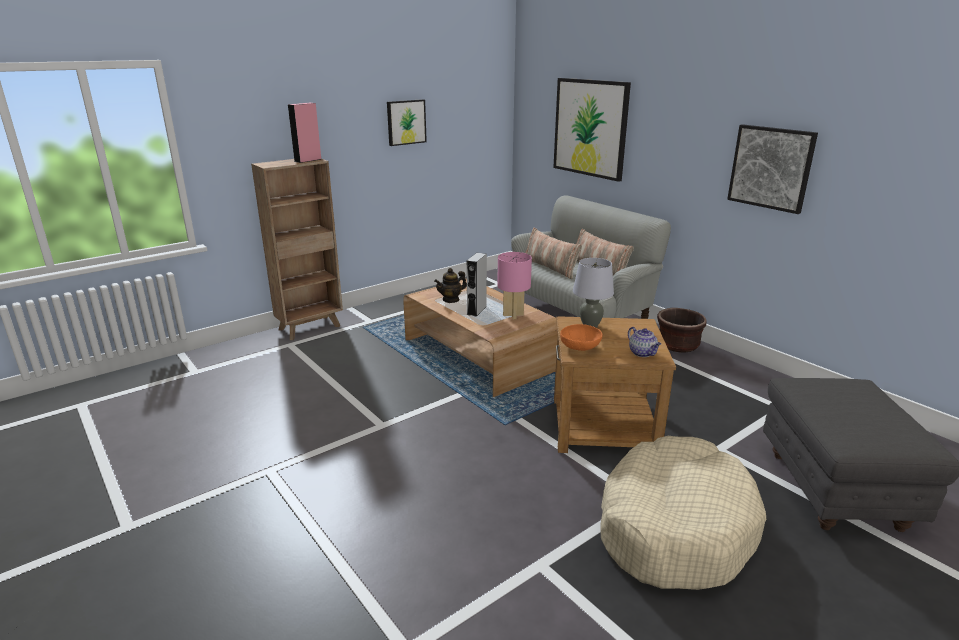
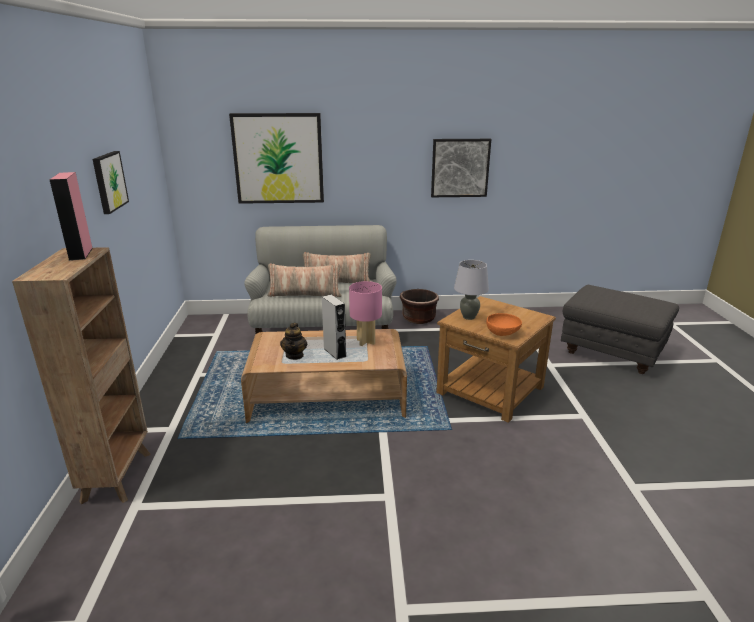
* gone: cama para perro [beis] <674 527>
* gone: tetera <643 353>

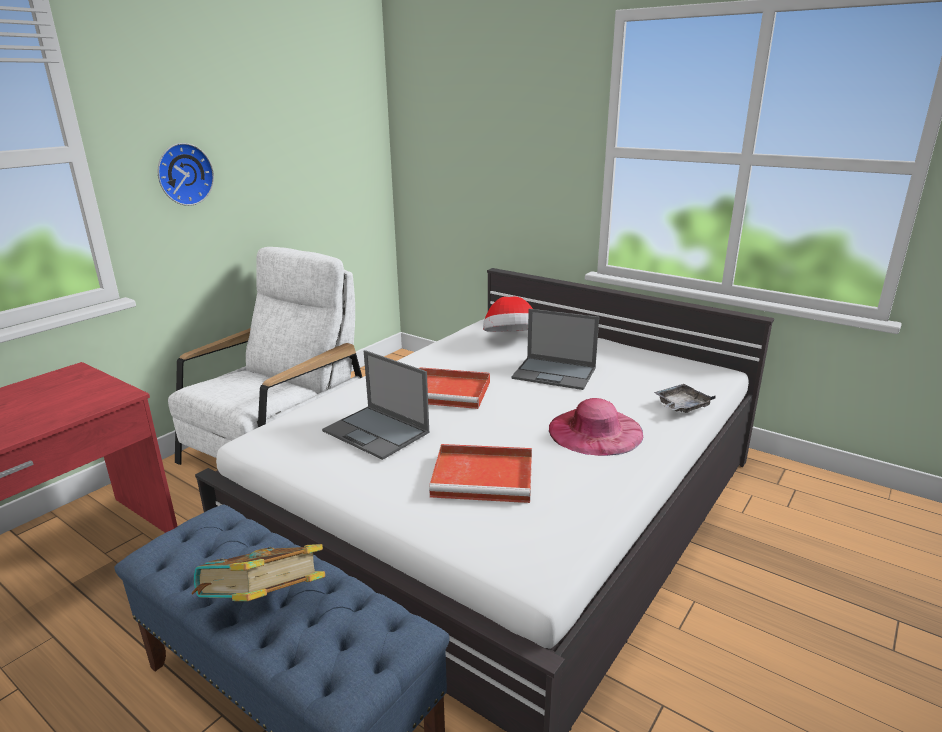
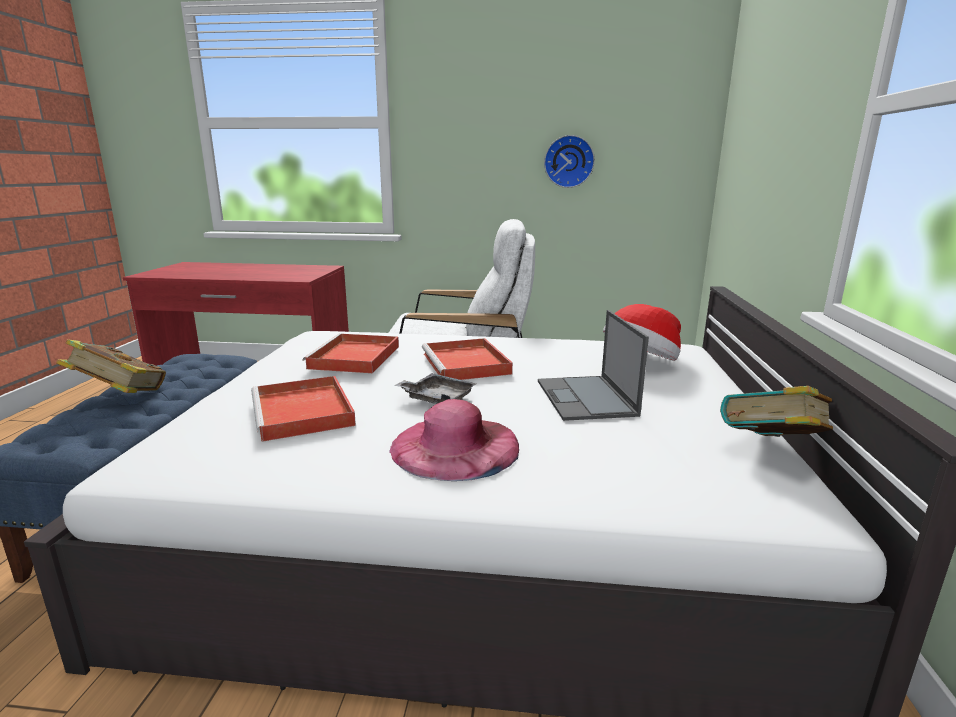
* shifted: reloj de pared <183 174> to <569 161>
* swapped: portátil <377 432> to bandeja [rojo] <354 358>
* shifted: bandeja [gris] <681 406> to <437 398>
* new: libro <777 453>

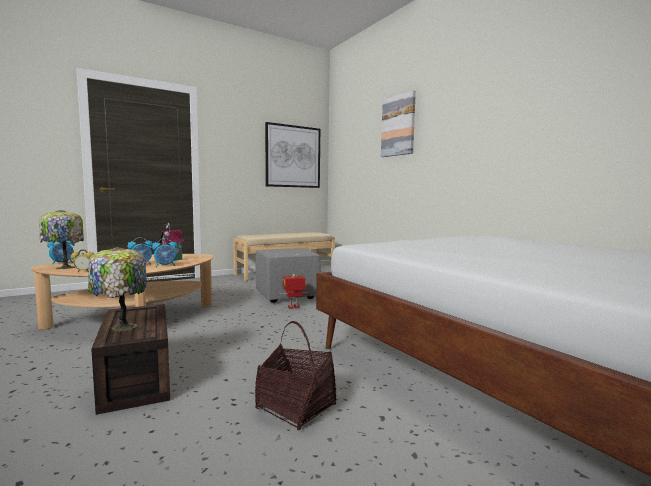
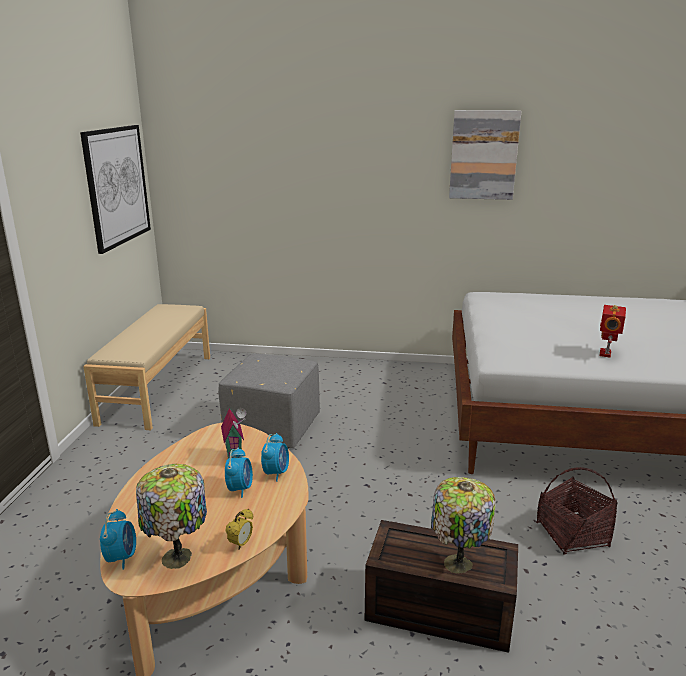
* shifted: robot de juguete <294 307> to <606 354>
* shifted: cuadro <398 125> to <483 155>

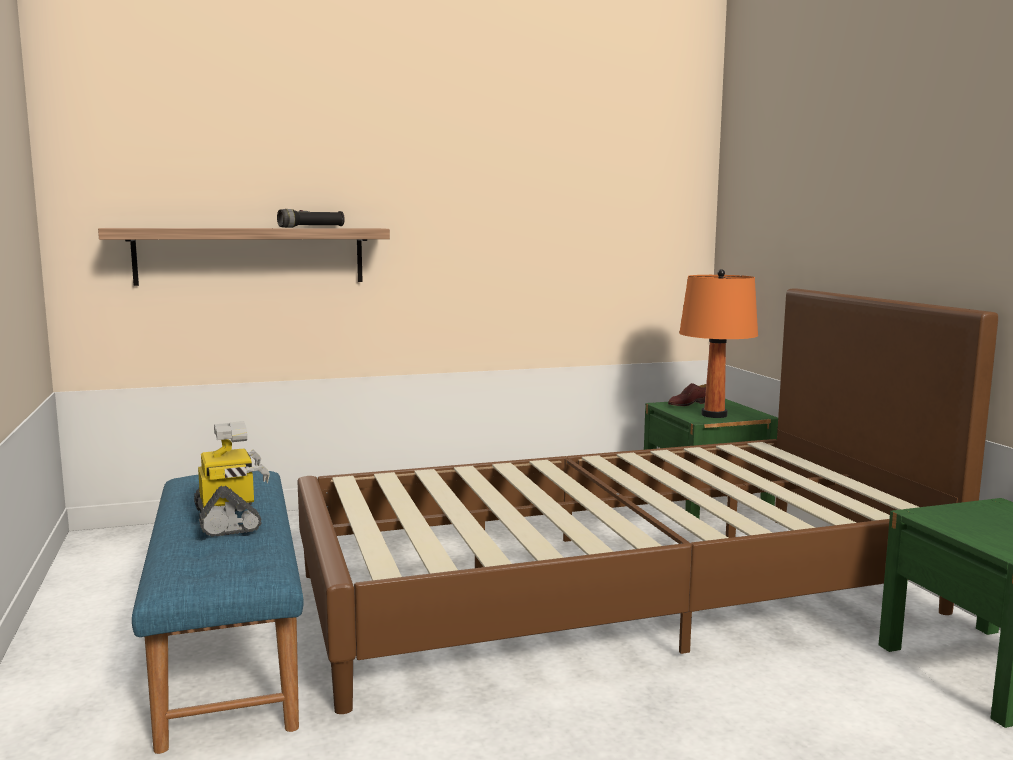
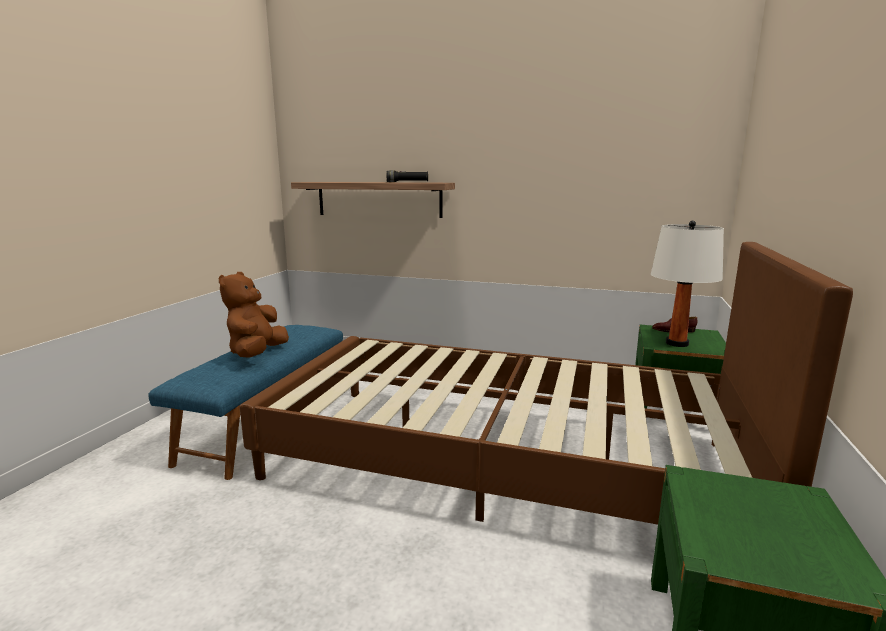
* swapped: robot de juguete <229 520> to peluche [marrón] <257 354>
* repainted: lámpara de mesa [naranja] <713 415> to lámpara de mesa [blanco] <676 343>

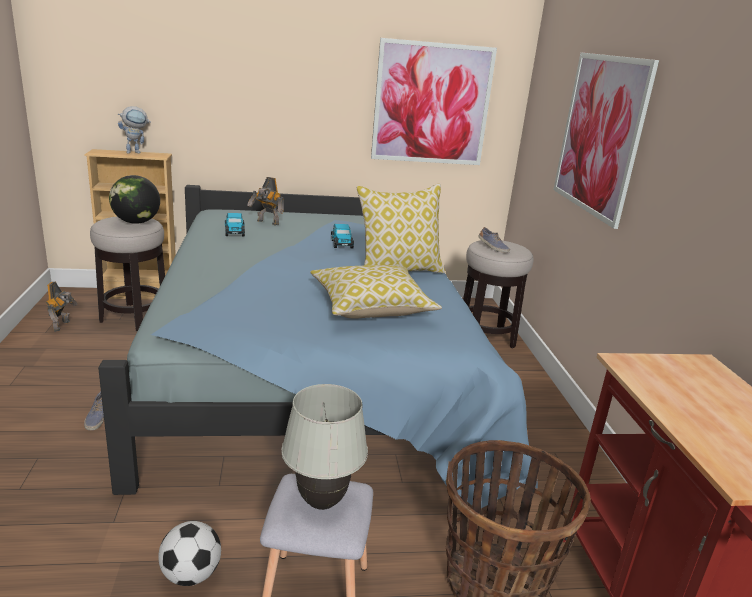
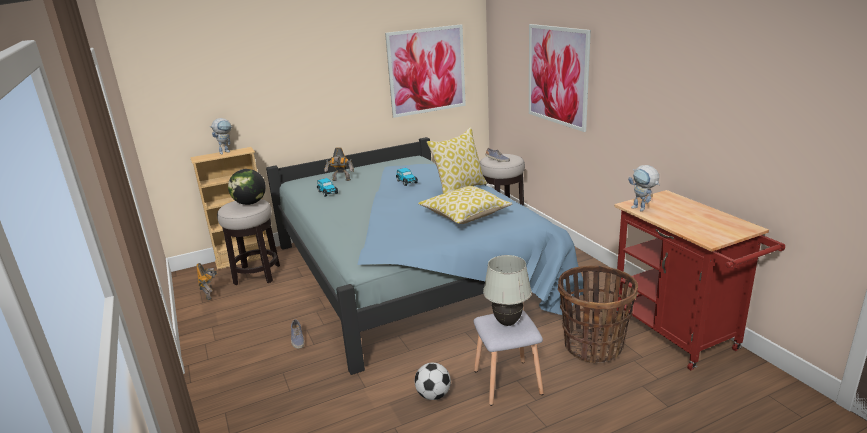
* new: robot de juguete <642 209>

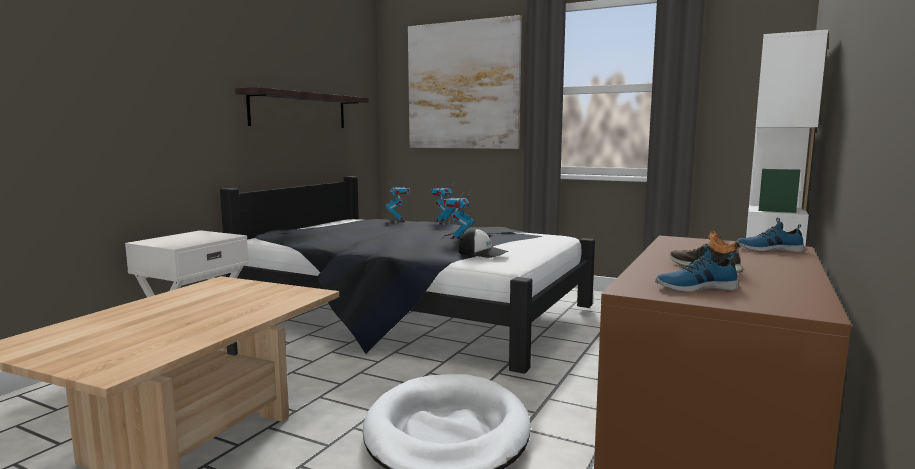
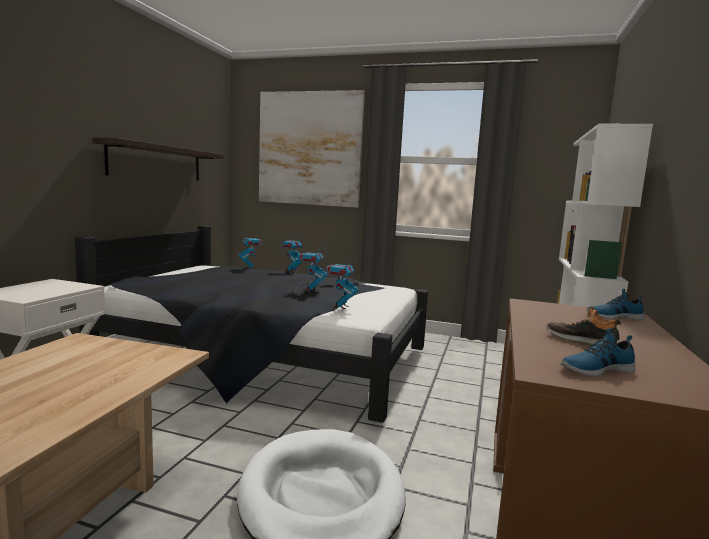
* swapped: gorra <483 253> to robot de juguete <340 307>

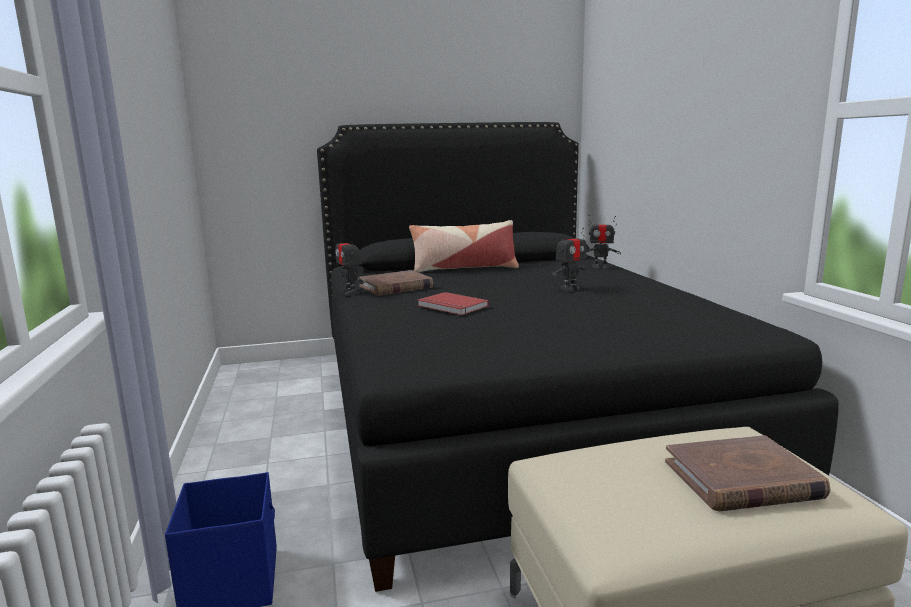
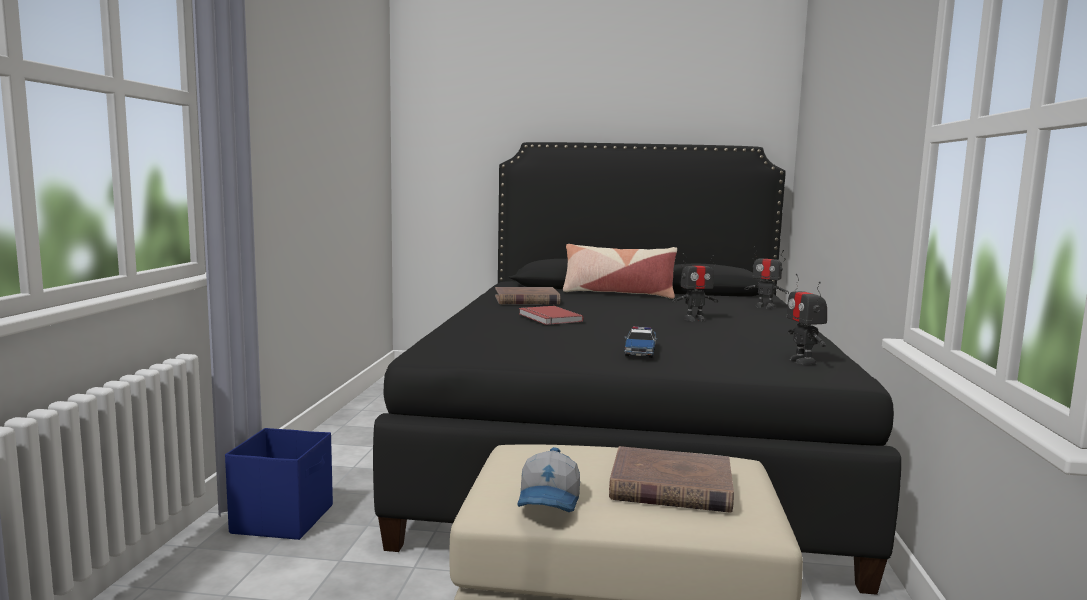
* shifted: robot de juguete <350 292> to <802 361>
* new: gorra <550 500>
* new: coche de juguete <640 351>

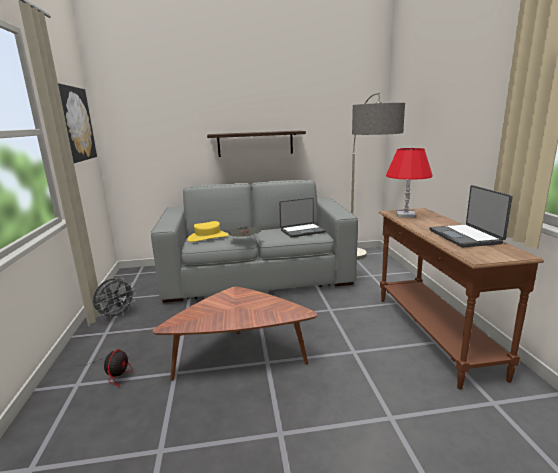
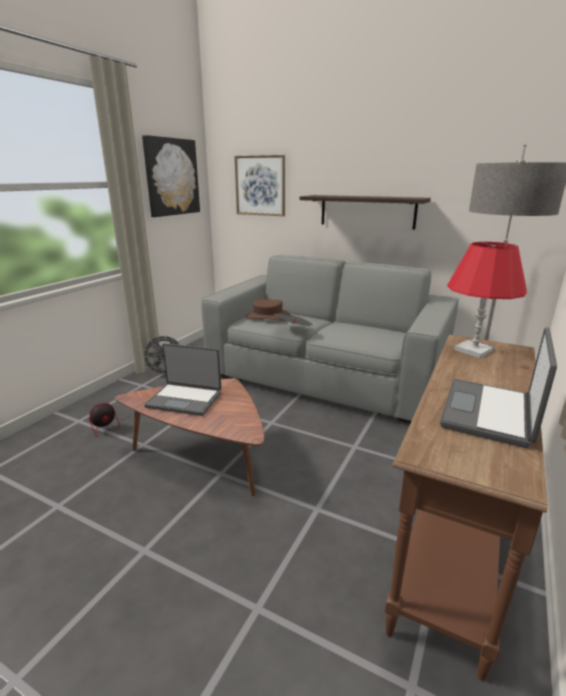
* repainted: sombrero [amarillo] <208 237> to sombrero [marrón] <268 317>
* shifted: portátil <302 231> to <185 399>
* new: cuadro <260 186>

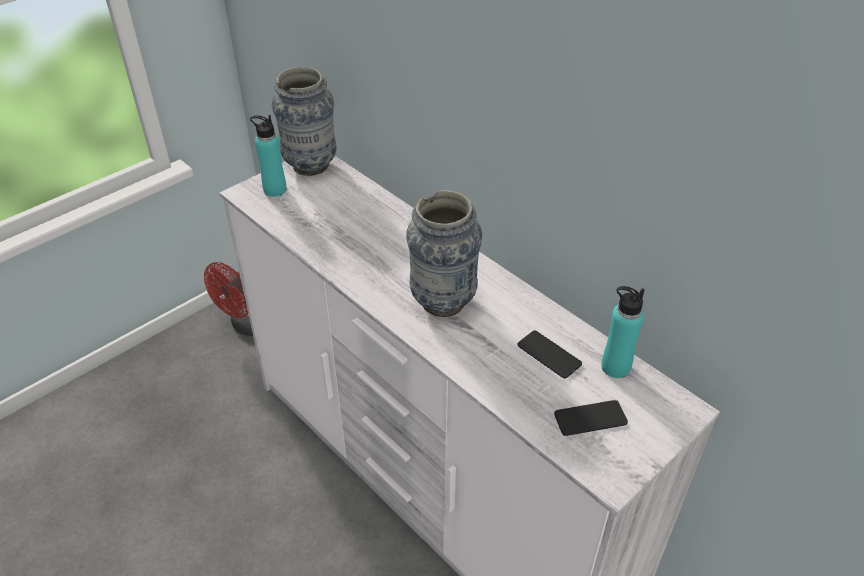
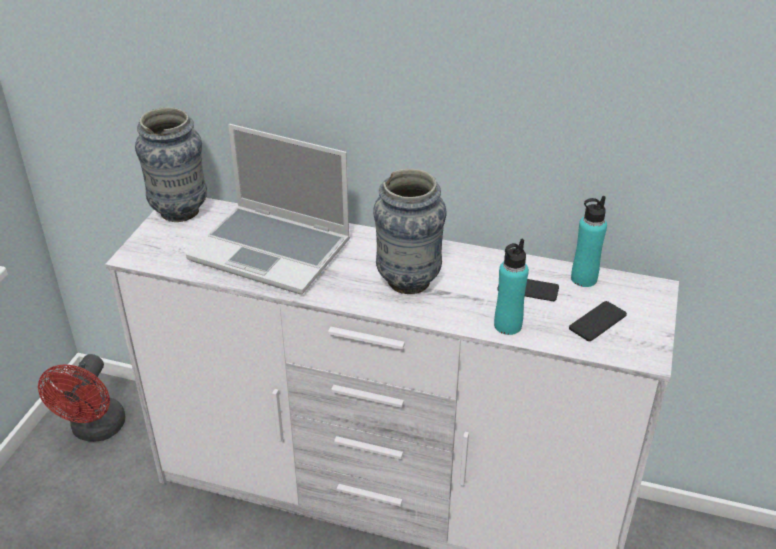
* shifted: botella [turquesa] <274 190> to <507 325>
* new: portátil <273 250>

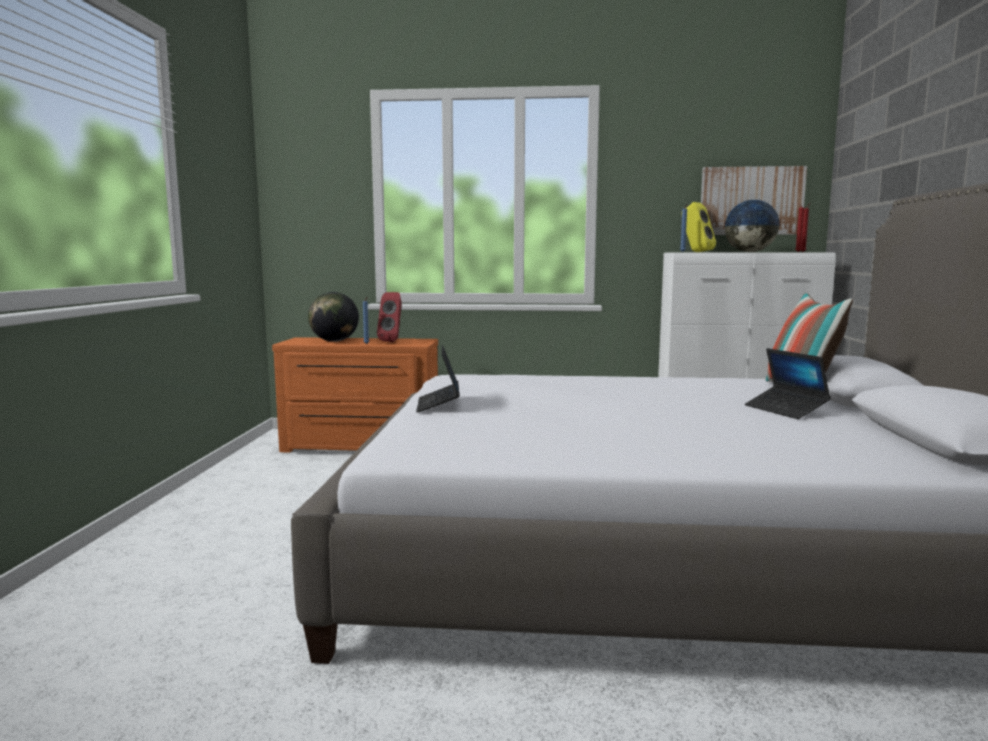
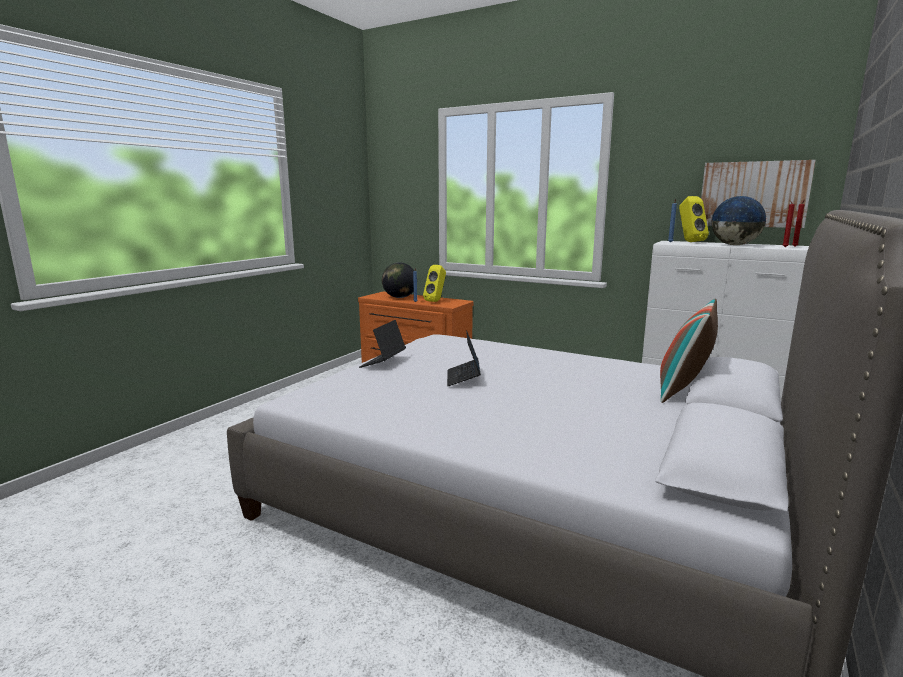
* repainted: altavoz [rojo] <392 341> to altavoz [amarillo] <436 301>
* shifted: portátil <785 410> to <463 378>

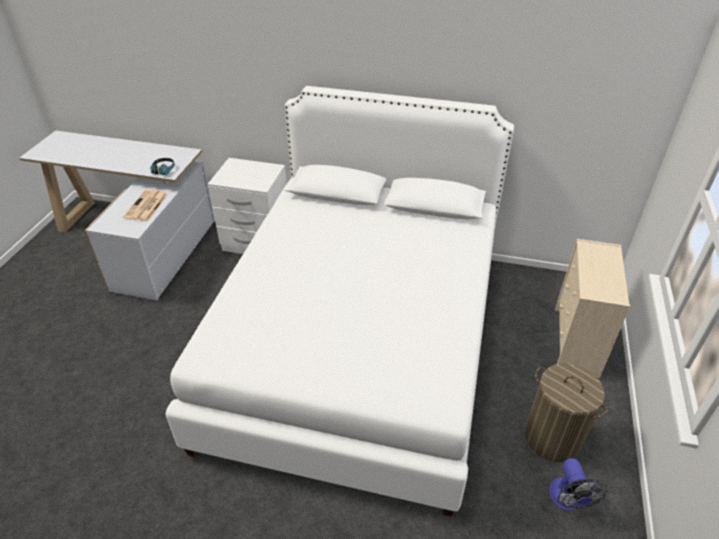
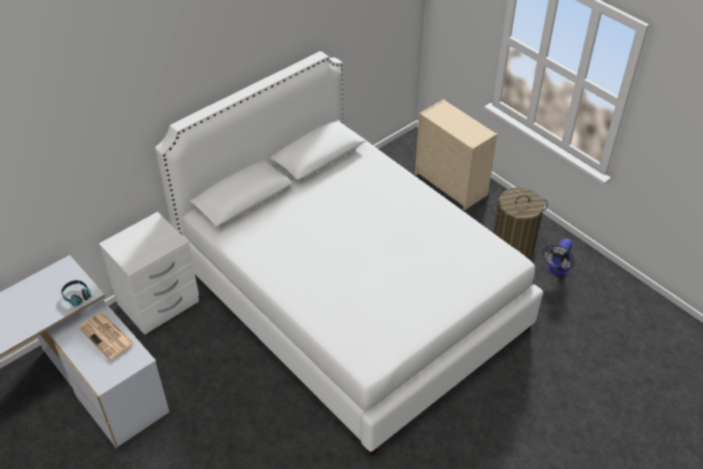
* rotated: ventilador <568 500> = <557 269> 90 degrees clockwise

